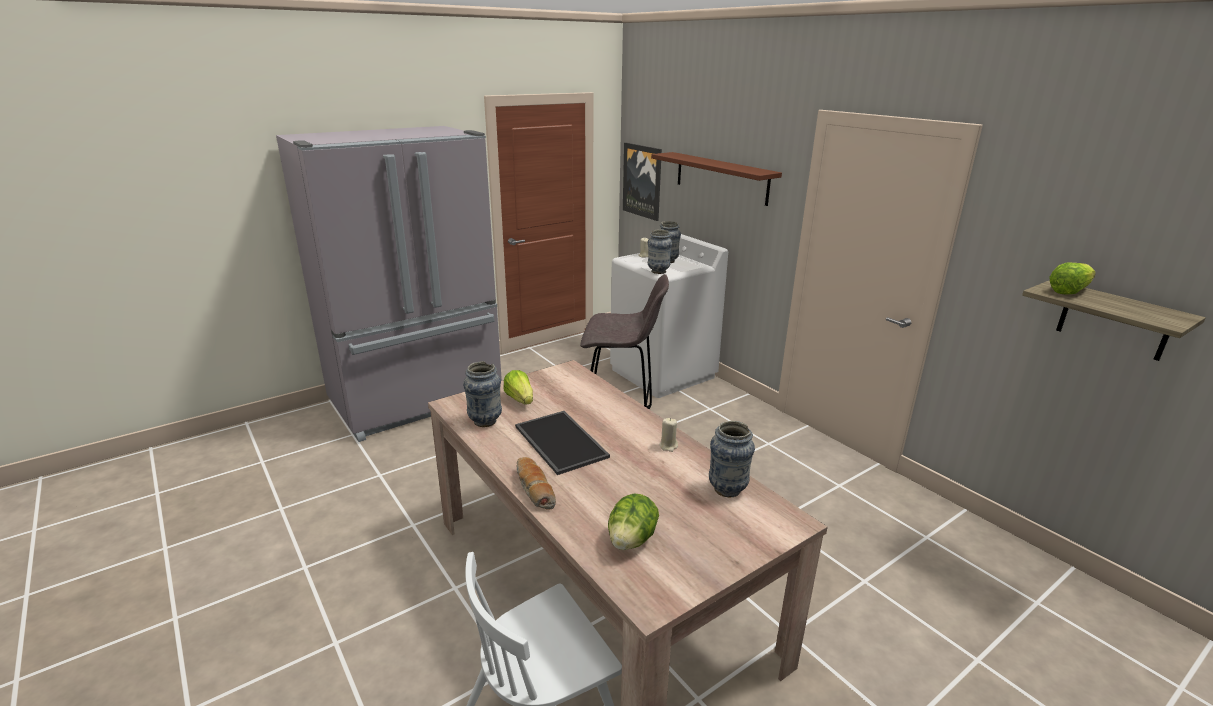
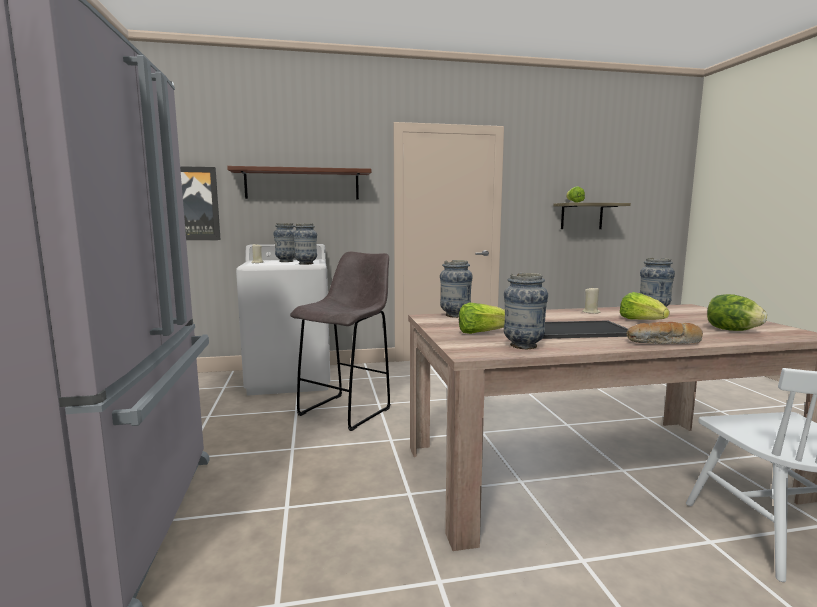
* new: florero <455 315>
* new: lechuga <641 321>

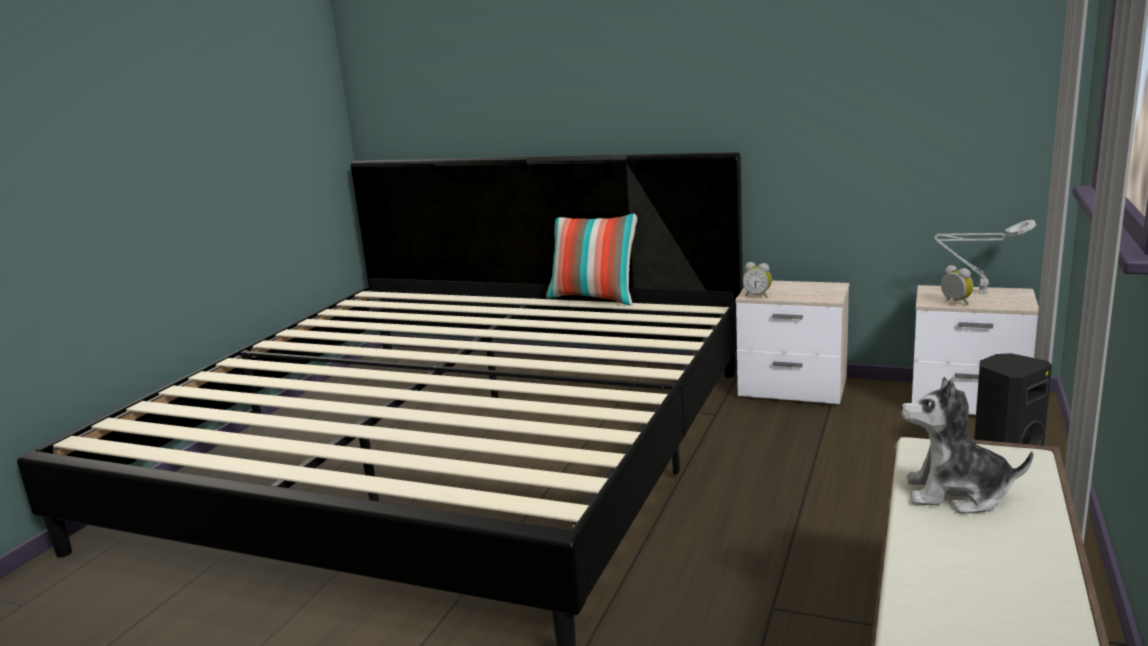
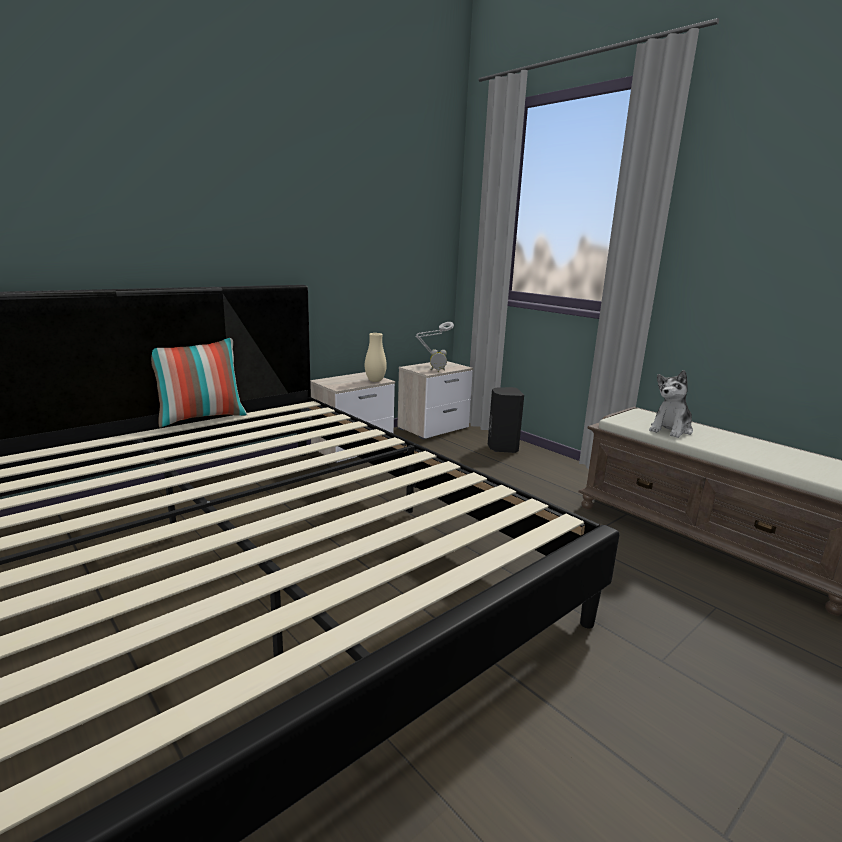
* gone: despertador <758 296>
* new: florero [beis] <375 381>

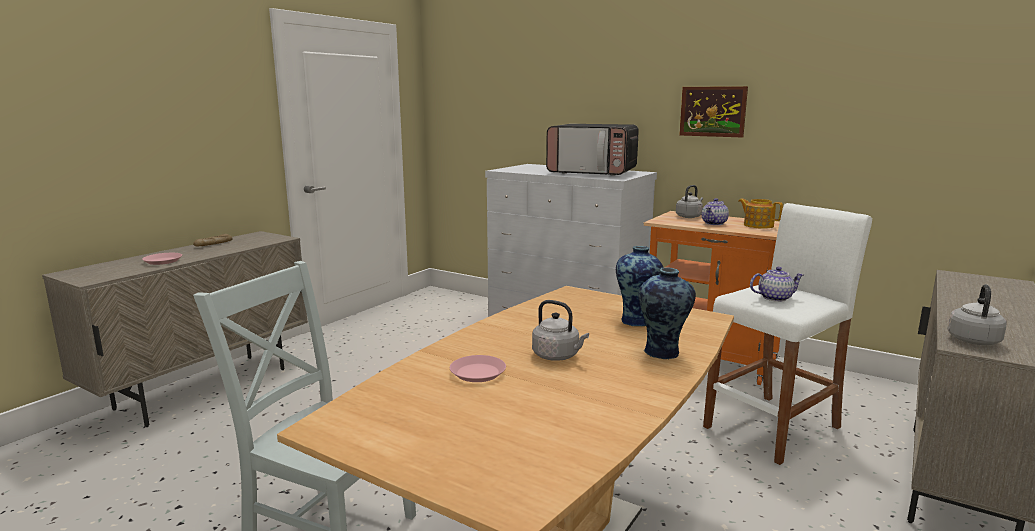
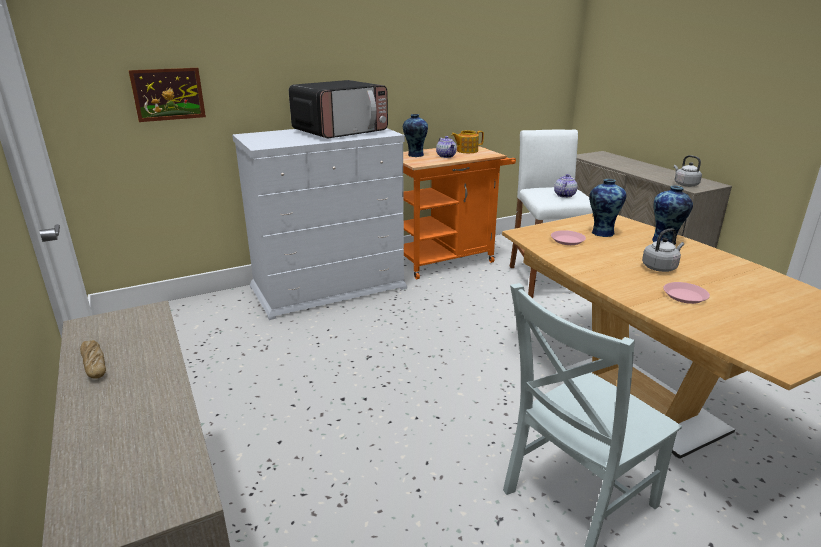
* shifted: plato [rosa] <162 261> to <567 240>
* swapped: hervidor [gris] <689 216> to florero <415 155>
* shifted: cuadro <712 111> to <168 94>

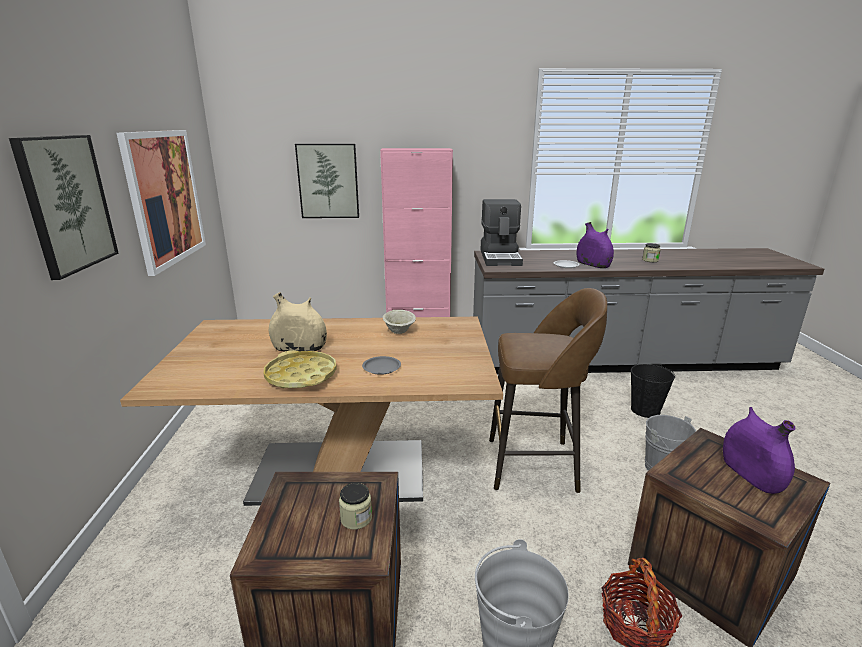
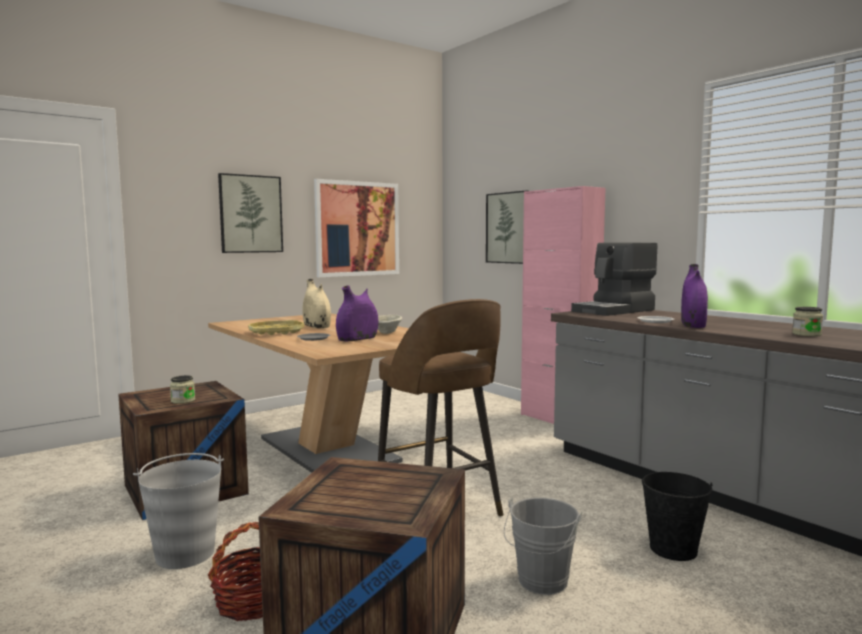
* shifted: florero [morado] <751 475> to <358 339>

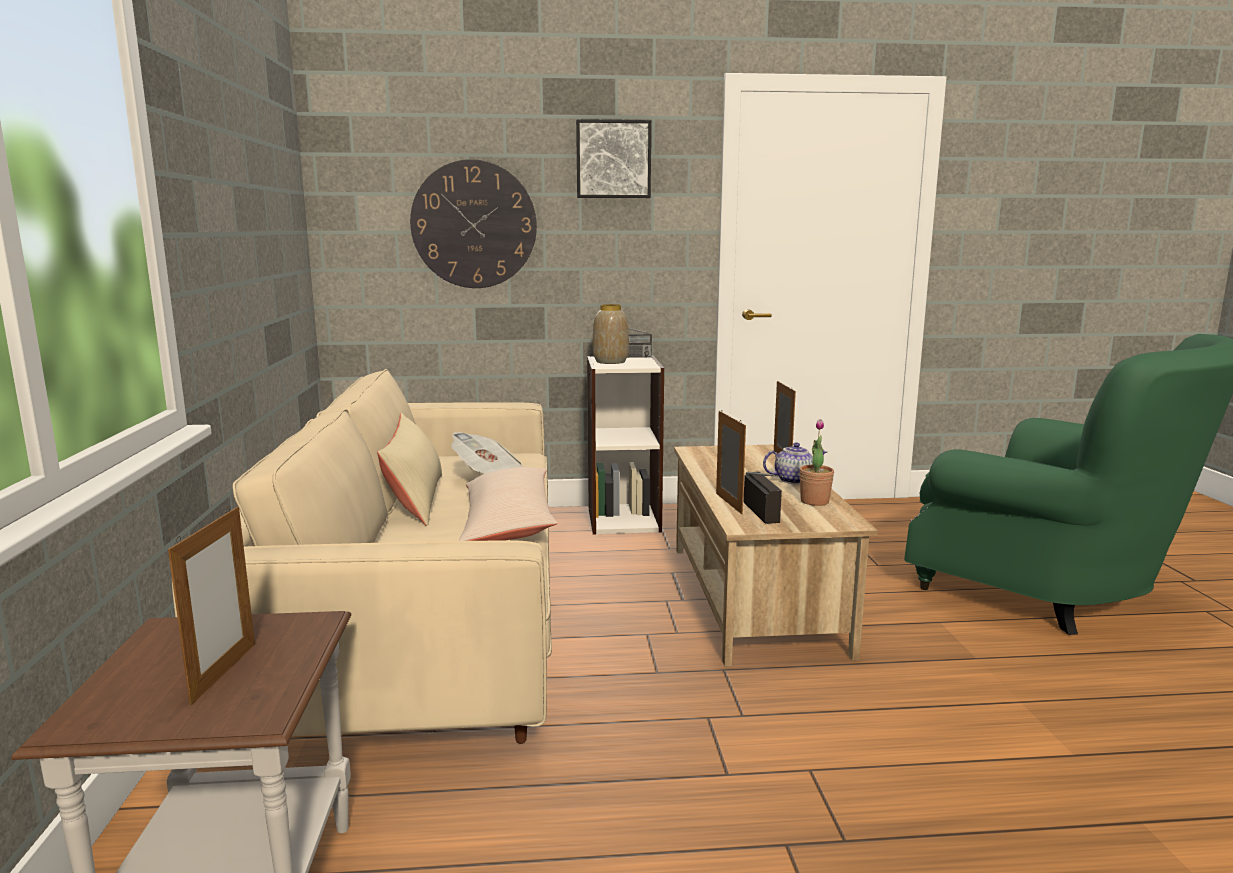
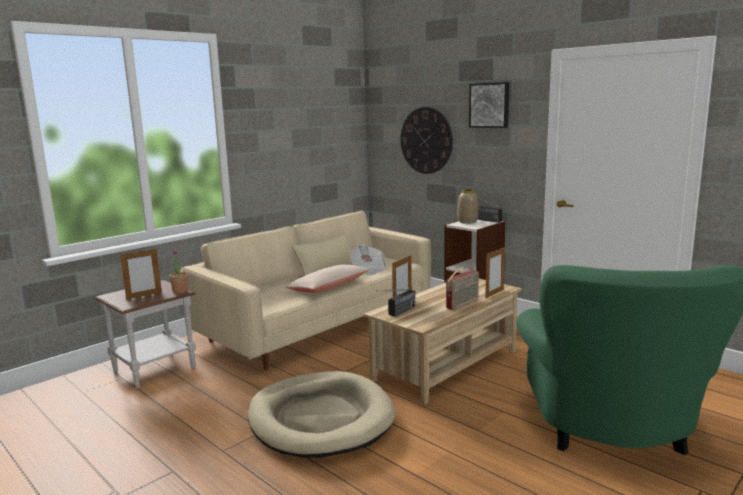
* swapped: tetera <794 480> to radio <463 304>
* shifted: planta en maceta <814 501> to <180 291>
* new: cama para perro [beis] <320 419>

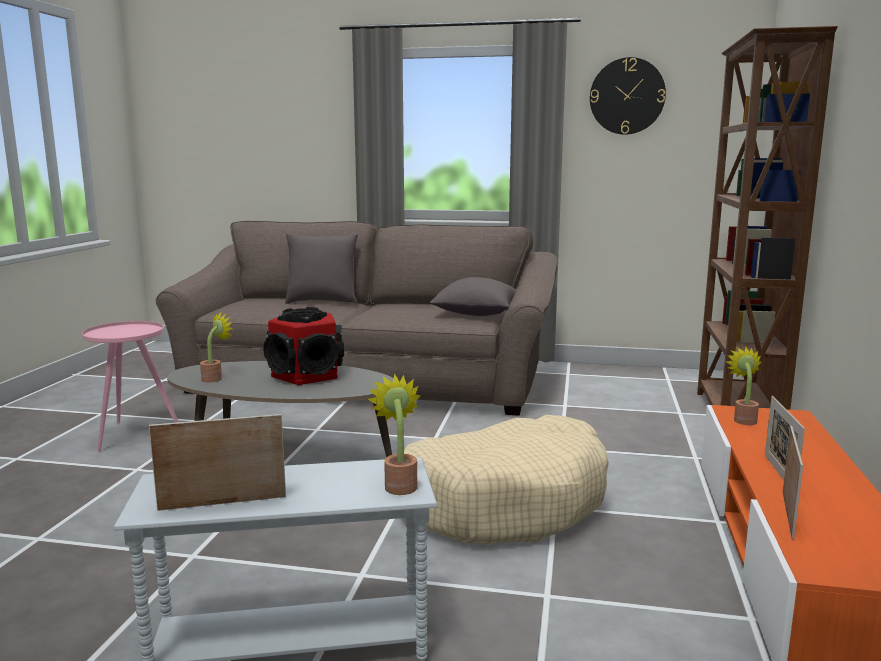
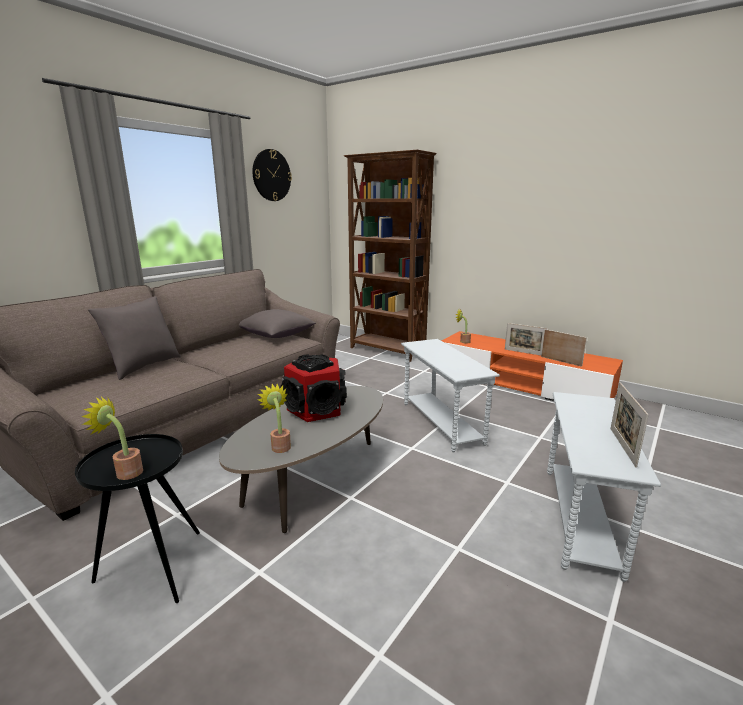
* repainted: mesa auxiliar [rosa] <134 434> to mesa auxiliar [negro] <153 569>
* shifted: planta en maceta <399 484> to <125 472>
* swapped: cama para perro [beis] <504 502> to mesa auxiliar [blanco] <442 423>

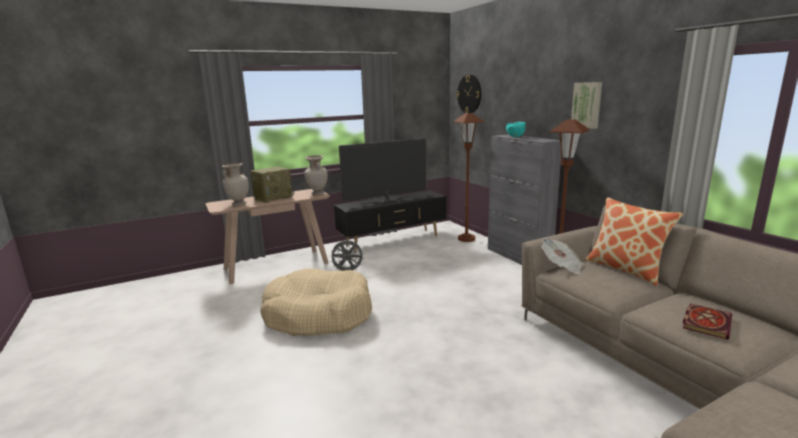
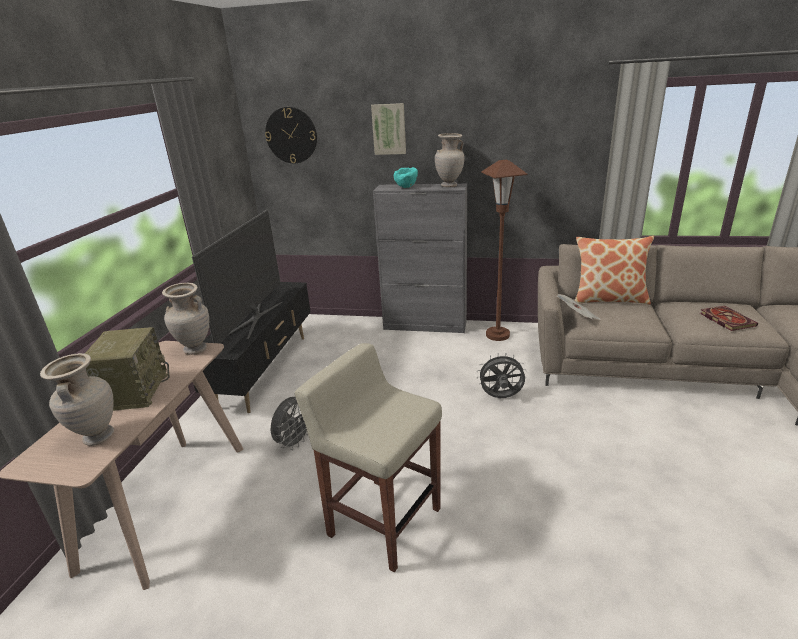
* swapped: cama para perro [beis] <318 315> to taburete [beis] <383 521>
* gone: lámpara de pie [marrón] <466 239>
* shifted: cuadro <587 105> to <389 129>
* new: florero [beis] <449 186>
* new: ventilador [gris] <501 397>

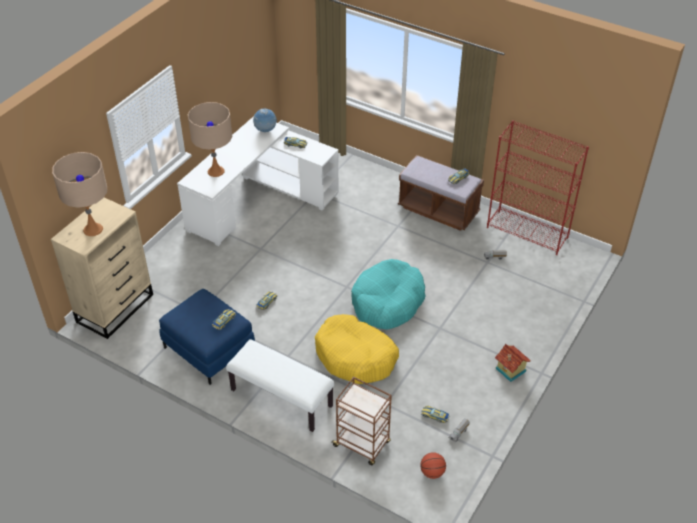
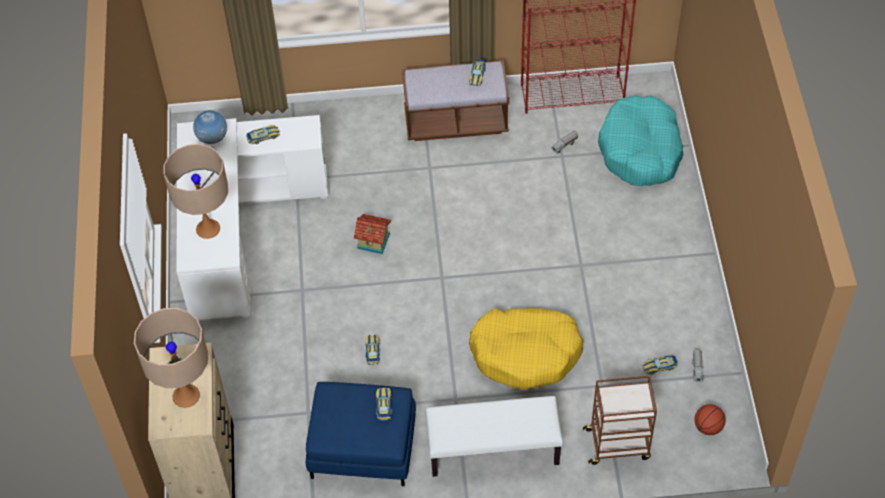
* shifted: cama para perro [turquesa] <387 302> to <640 150>
* shifted: casita <510 370> to <373 241>

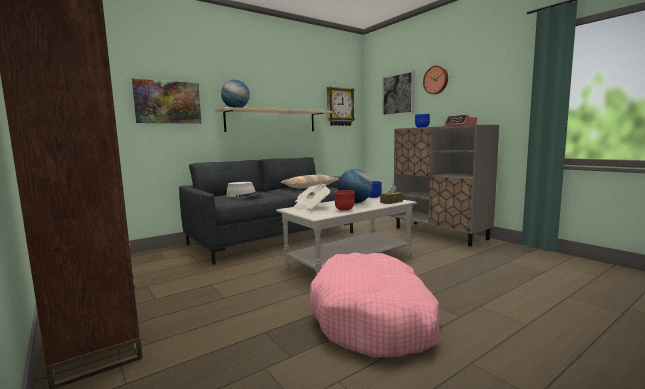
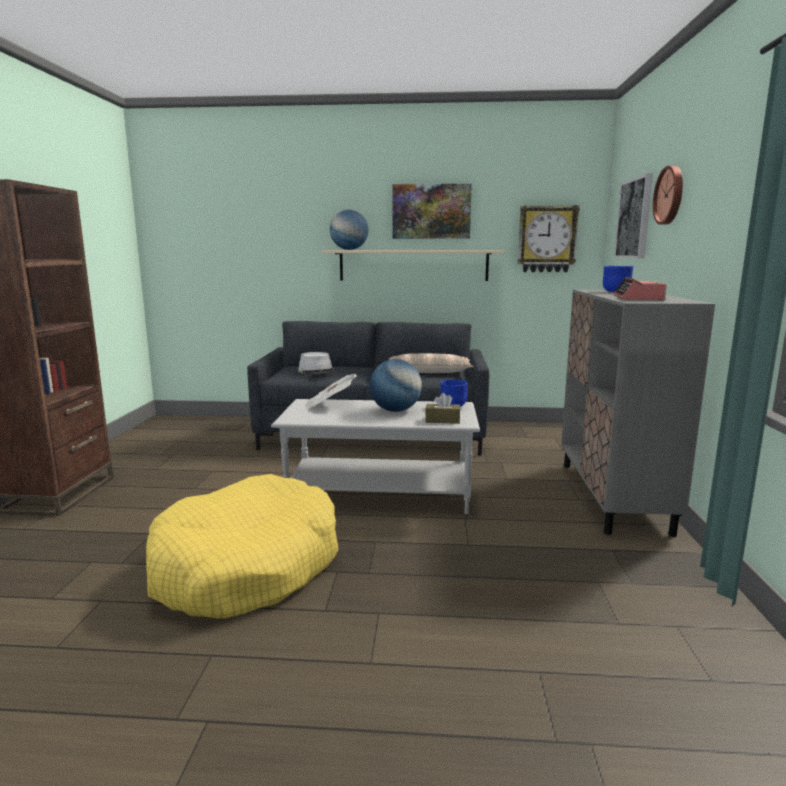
* shifted: cuadro <168 102> to <431 211>
* repainted: cama para perro [rosa] <374 318> to cama para perro [amarillo] <247 566>
* gone: cuenco [rojo] <344 209>

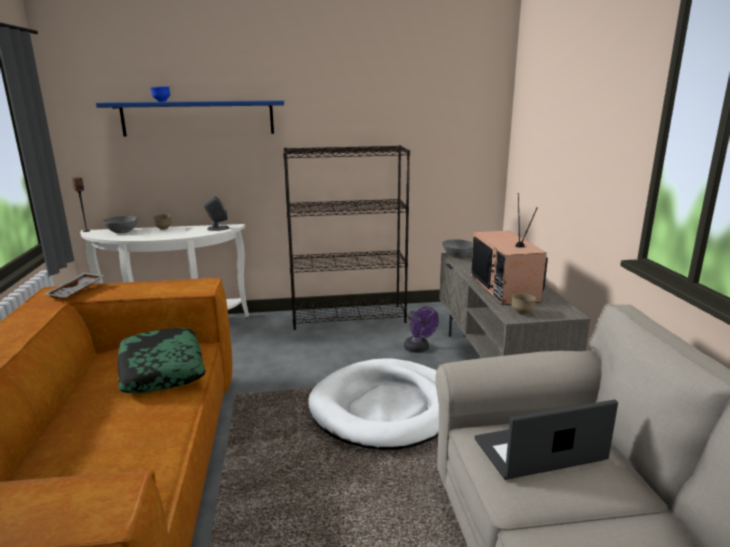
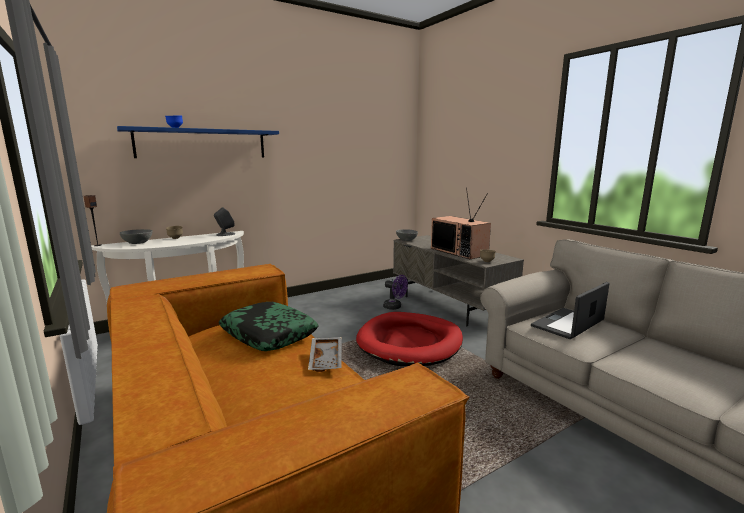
* shifted: bandeja [gris] <77 291> to <327 359>
* gone: estantería [negro] <349 317>
* repainted: cama para perro [blanco] <387 408> to cama para perro [rojo] <410 343>

